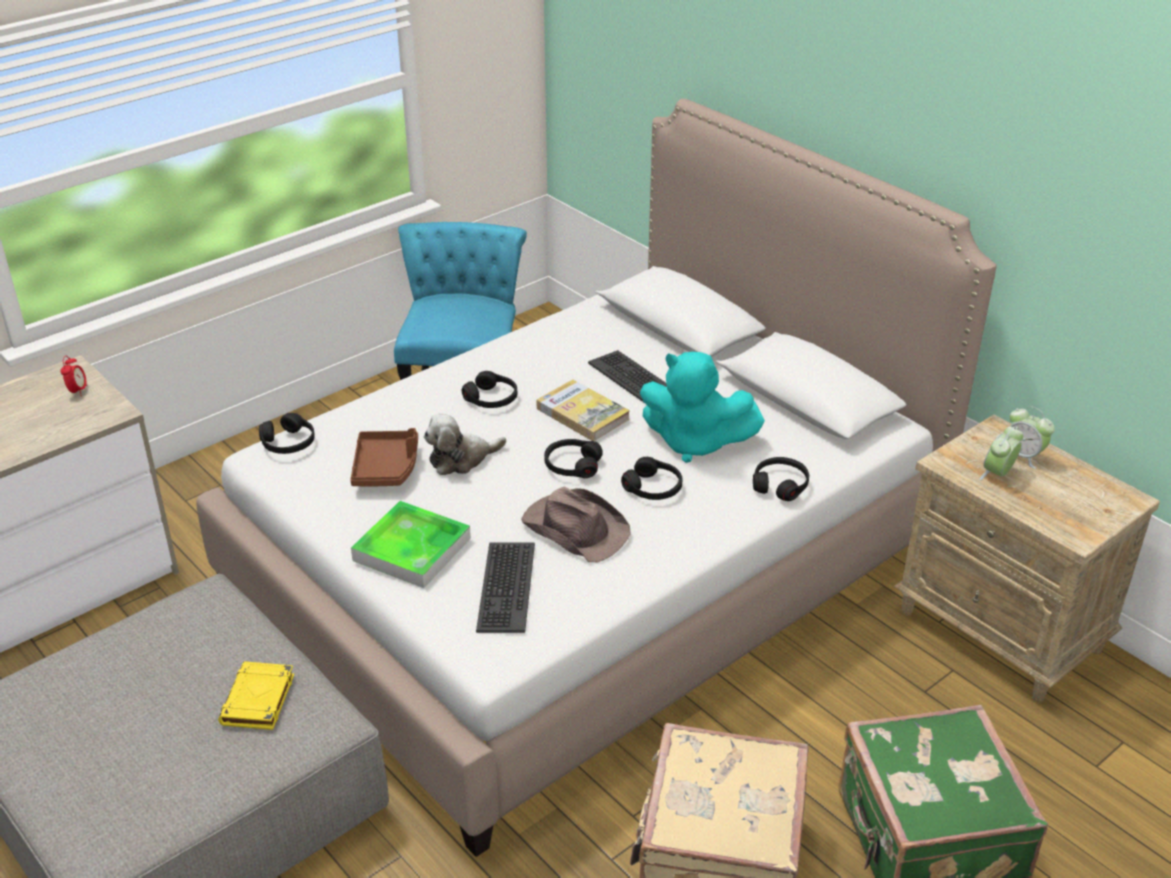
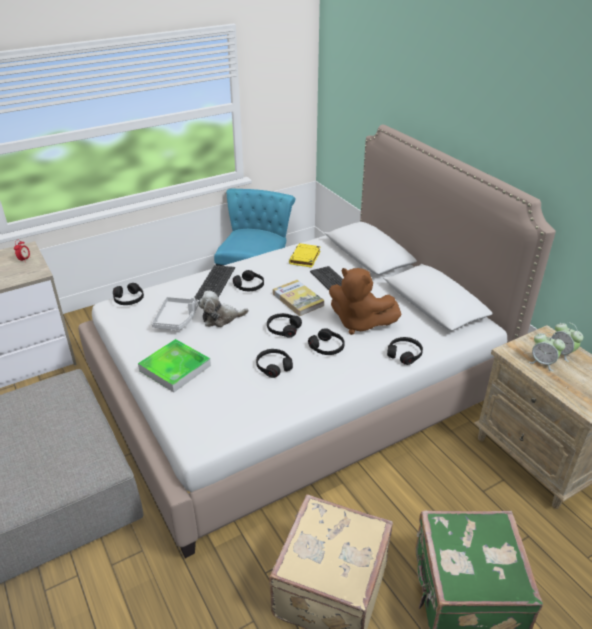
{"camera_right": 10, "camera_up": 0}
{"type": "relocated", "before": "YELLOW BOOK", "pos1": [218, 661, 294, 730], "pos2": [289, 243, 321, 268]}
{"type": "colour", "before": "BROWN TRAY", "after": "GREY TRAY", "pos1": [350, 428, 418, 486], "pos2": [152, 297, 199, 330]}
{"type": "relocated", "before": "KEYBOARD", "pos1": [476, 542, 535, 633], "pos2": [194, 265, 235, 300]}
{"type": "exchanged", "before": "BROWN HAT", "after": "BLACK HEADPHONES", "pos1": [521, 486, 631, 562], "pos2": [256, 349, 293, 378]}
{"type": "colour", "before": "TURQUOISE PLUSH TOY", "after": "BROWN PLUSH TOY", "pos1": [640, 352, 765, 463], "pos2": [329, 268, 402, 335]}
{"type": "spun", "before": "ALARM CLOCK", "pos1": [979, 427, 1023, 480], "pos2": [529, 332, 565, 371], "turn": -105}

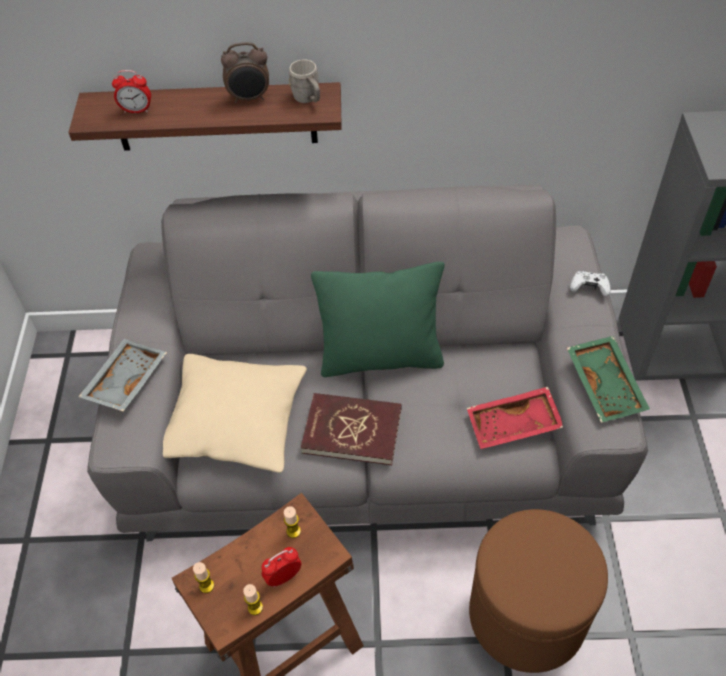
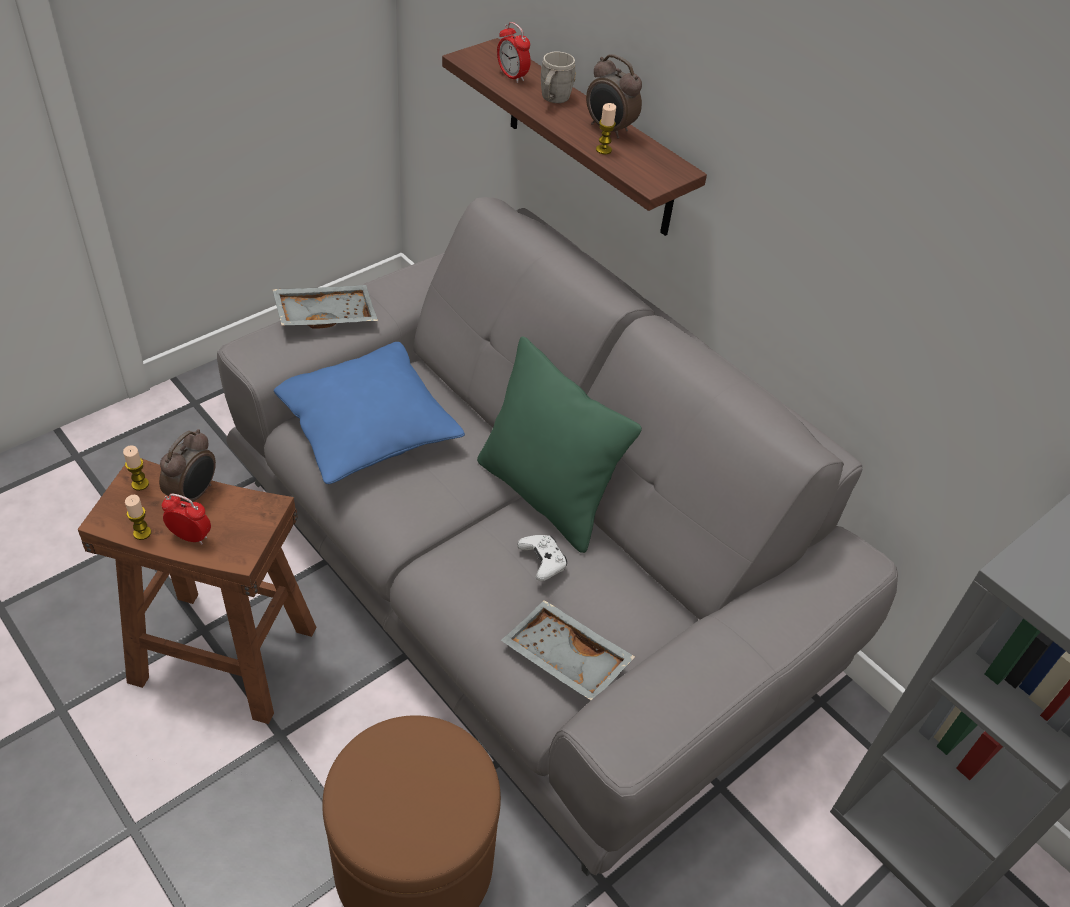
{"camera_right": 45, "camera_up": -5}
{"type": "colour", "before": "BEIGE PILLOW", "after": "BLUE PILLOW", "pos1": [163, 354, 307, 473], "pos2": [274, 342, 465, 484]}
{"type": "relocated", "before": "CANDLE", "pos1": [284, 506, 301, 538], "pos2": [596, 103, 616, 154]}
{"type": "relocated", "before": "GREY MUG", "pos1": [288, 59, 320, 103], "pos2": [541, 52, 576, 103]}
{"type": "missing", "before": "RED BOOK", "pos1": [301, 393, 401, 465]}
{"type": "colour", "before": "RED TRAY", "after": "GREY TRAY", "pos1": [467, 387, 563, 449], "pos2": [501, 600, 635, 700]}
{"type": "missing", "before": "GREEN TRAY", "pos1": [567, 336, 650, 423]}
{"type": "relocated", "before": "WHITE GAME CONTROLLER", "pos1": [570, 271, 611, 297], "pos2": [517, 535, 567, 581]}
{"type": "appeared", "after": "ALARM CLOCK", "pos2": [159, 429, 216, 503]}

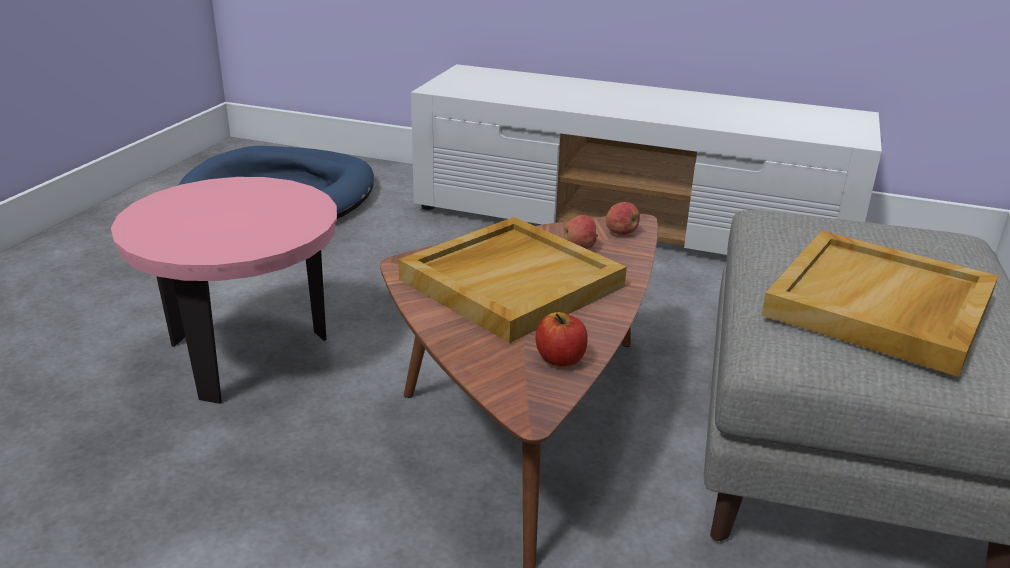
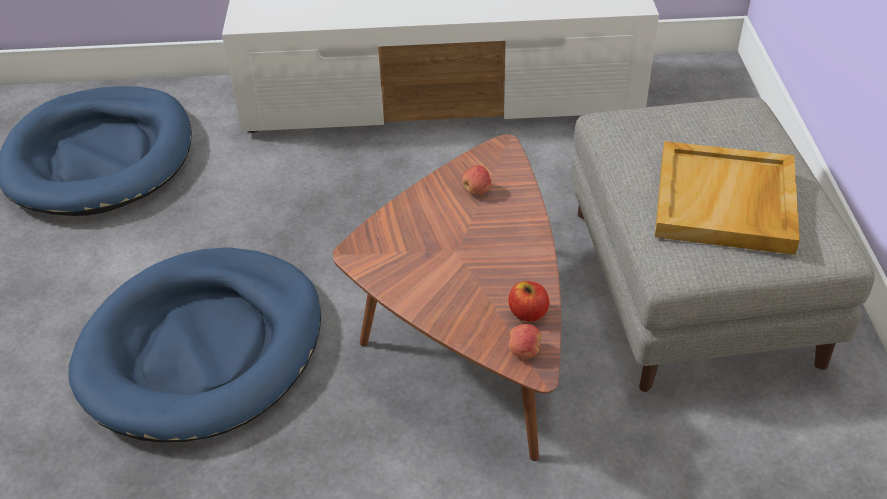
{"camera_right": -20, "camera_up": 15}
{"type": "exchanged", "before": "PINK SIDE TABLE", "after": "BLUE DOG BED", "pos1": [111, 177, 337, 404], "pos2": [69, 247, 321, 442]}
{"type": "missing", "before": "BEIGE TRAY", "pos1": [398, 217, 627, 343]}
{"type": "relocated", "before": "APPLE", "pos1": [606, 202, 640, 235], "pos2": [509, 324, 541, 359]}

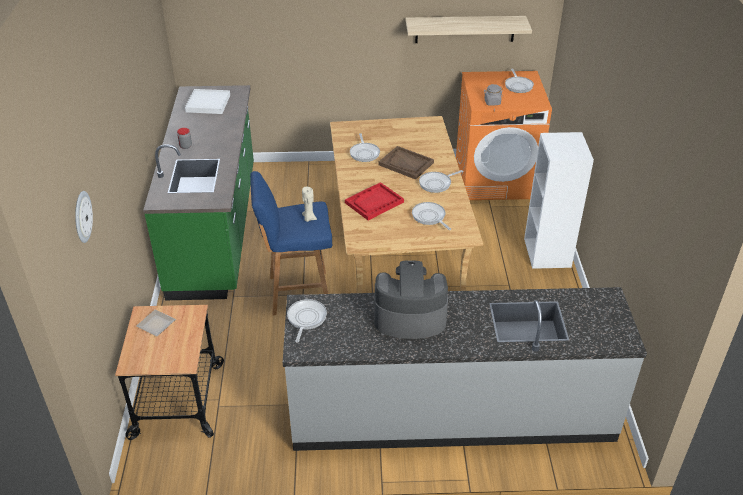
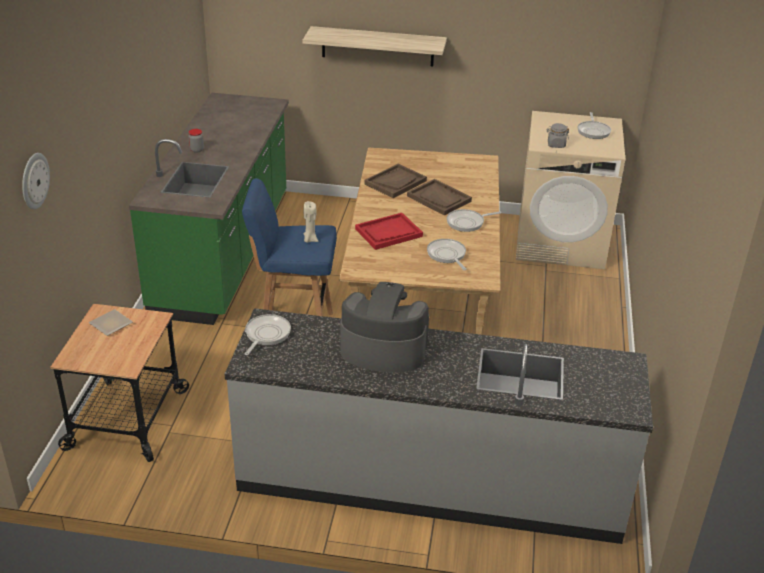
{"camera_right": 10, "camera_up": -5}
{"type": "missing", "before": "WHITE TRAY", "pos1": [185, 89, 230, 114]}
{"type": "exchanged", "before": "FRYING PAN", "after": "BROWN TRAY", "pos1": [350, 133, 380, 162], "pos2": [364, 164, 427, 198]}
{"type": "relocated", "before": "SHELF", "pos1": [406, 16, 532, 43], "pos2": [302, 26, 447, 66]}
{"type": "colour", "before": "ORANGE WASHING MACHINE", "after": "BEIGE WASHING MACHINE", "pos1": [456, 71, 552, 200], "pos2": [516, 111, 625, 269]}
{"type": "missing", "before": "WHITE BOOKCASE", "pos1": [524, 132, 594, 269]}

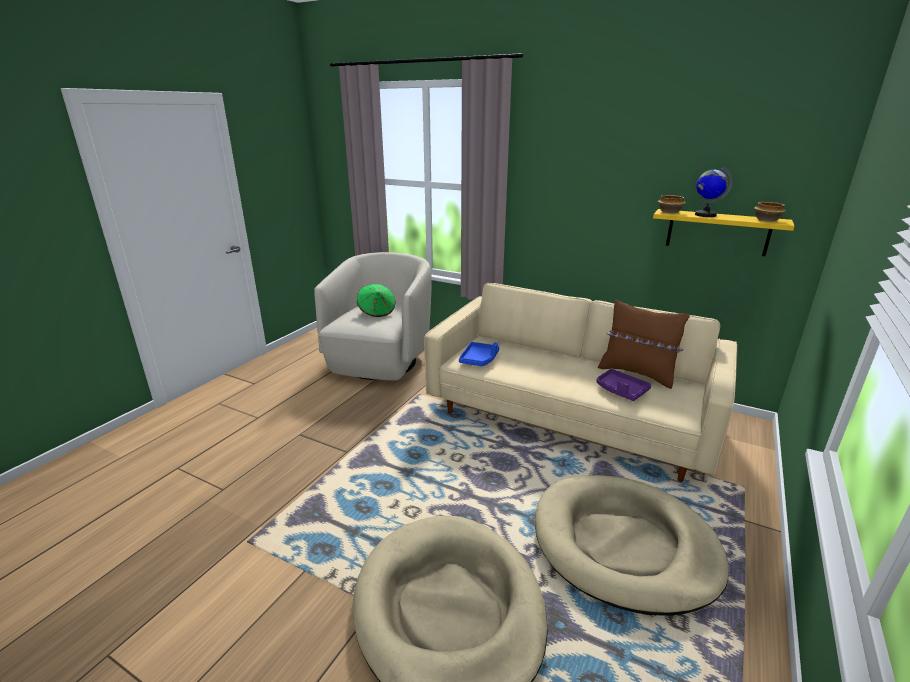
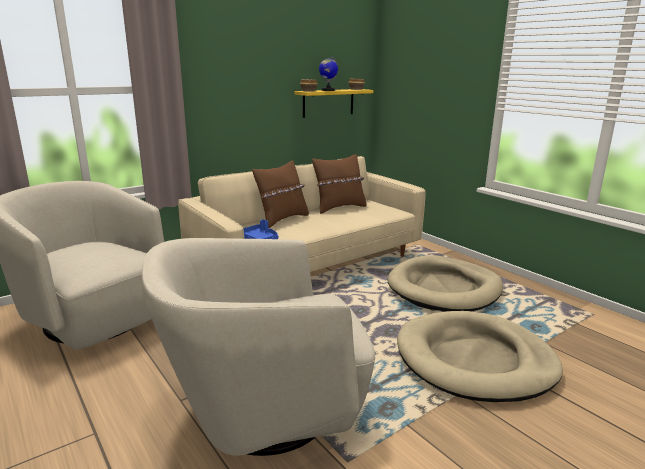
{"camera_right": -65, "camera_up": -5}
{"type": "missing", "before": "GREEN HAT", "pos1": [357, 284, 396, 317]}
{"type": "missing", "before": "PURPLE TRAY", "pos1": [596, 369, 651, 401]}
{"type": "appeared", "after": "BEIGE ARMCHAIR", "pos2": [142, 238, 375, 456]}
{"type": "appeared", "after": "BROWN PILLOW", "pos2": [252, 160, 309, 228]}

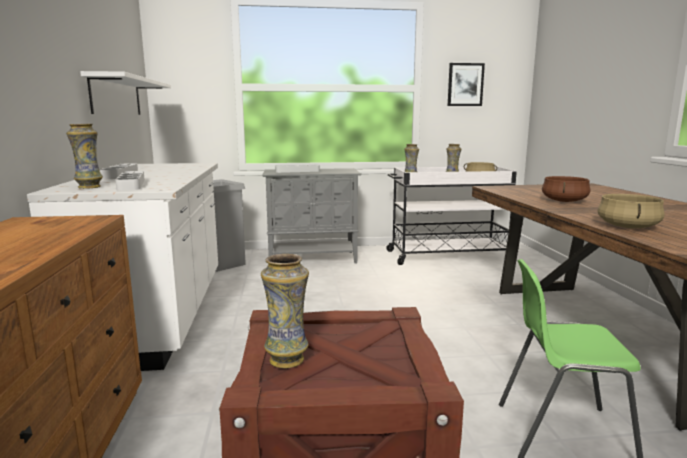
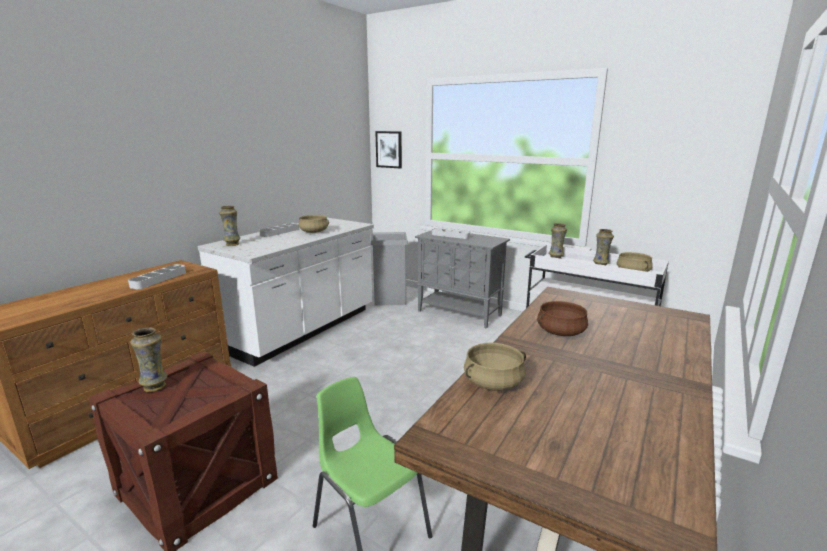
{"camera_right": 40, "camera_up": 5}
{"type": "missing", "before": "WHITE SHELF", "pos1": [80, 71, 171, 115]}
{"type": "relocated", "before": "GREY TRAY", "pos1": [115, 171, 145, 191], "pos2": [128, 264, 186, 289]}
{"type": "relocated", "before": "PICTURE", "pos1": [448, 63, 485, 106], "pos2": [375, 131, 402, 169]}
{"type": "appeared", "after": "BEIGE COOKING POT", "pos2": [298, 215, 329, 233]}

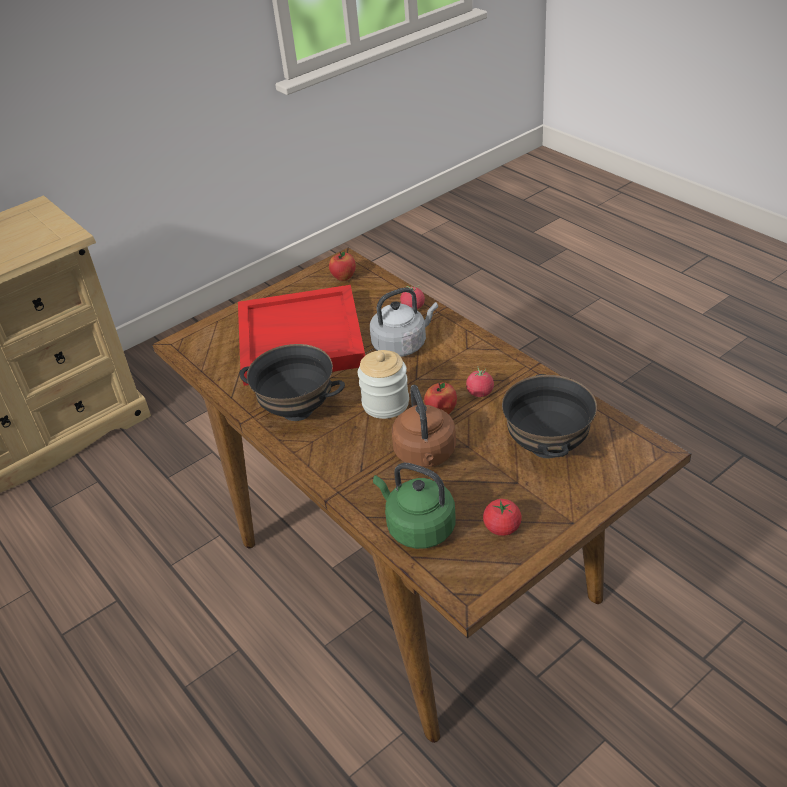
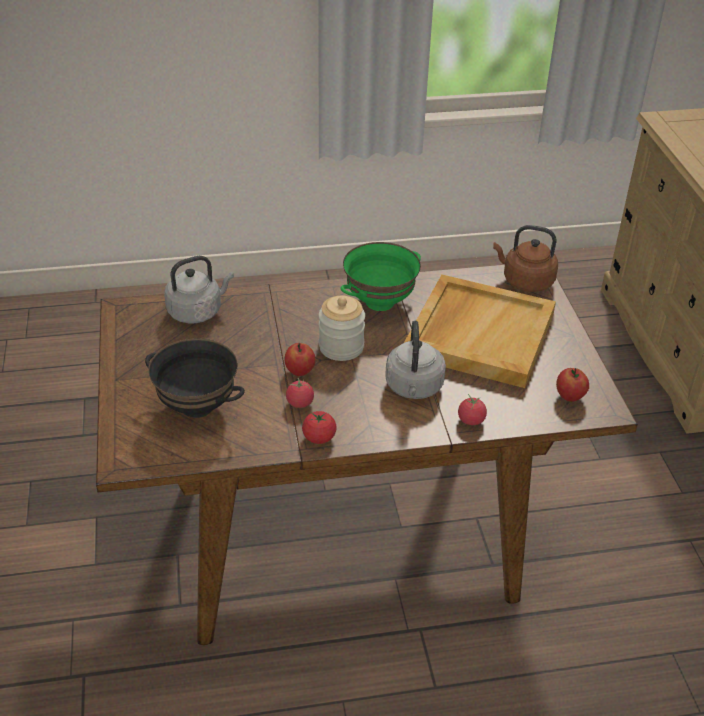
{"camera_right": 115, "camera_up": 0}
{"type": "colour", "before": "RED TRAY", "after": "BEIGE TRAY", "pos1": [238, 285, 365, 386], "pos2": [404, 275, 556, 388]}
{"type": "colour", "before": "BLACK BOWL", "after": "GREEN BOWL", "pos1": [239, 344, 345, 421], "pos2": [340, 242, 421, 311]}
{"type": "colour", "before": "GREEN KETTLE", "after": "GREY KETTLE", "pos1": [373, 463, 456, 549], "pos2": [164, 256, 234, 323]}
{"type": "relocated", "before": "BROWN KETTLE", "pos1": [392, 385, 456, 468], "pos2": [493, 225, 558, 292]}
{"type": "relocated", "before": "TOMATO", "pos1": [483, 499, 522, 536], "pos2": [302, 411, 337, 444]}

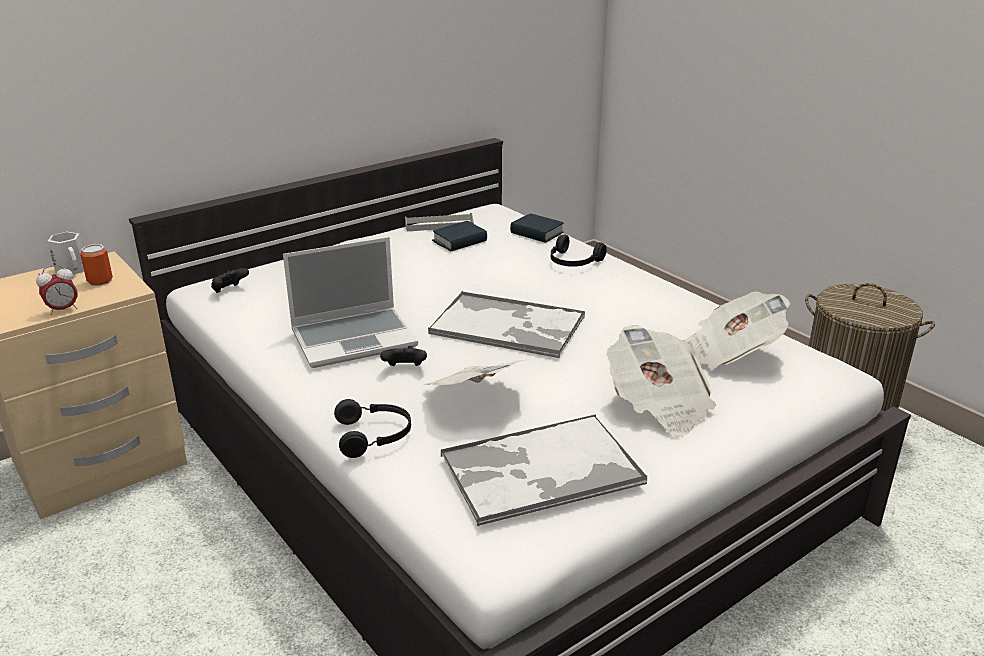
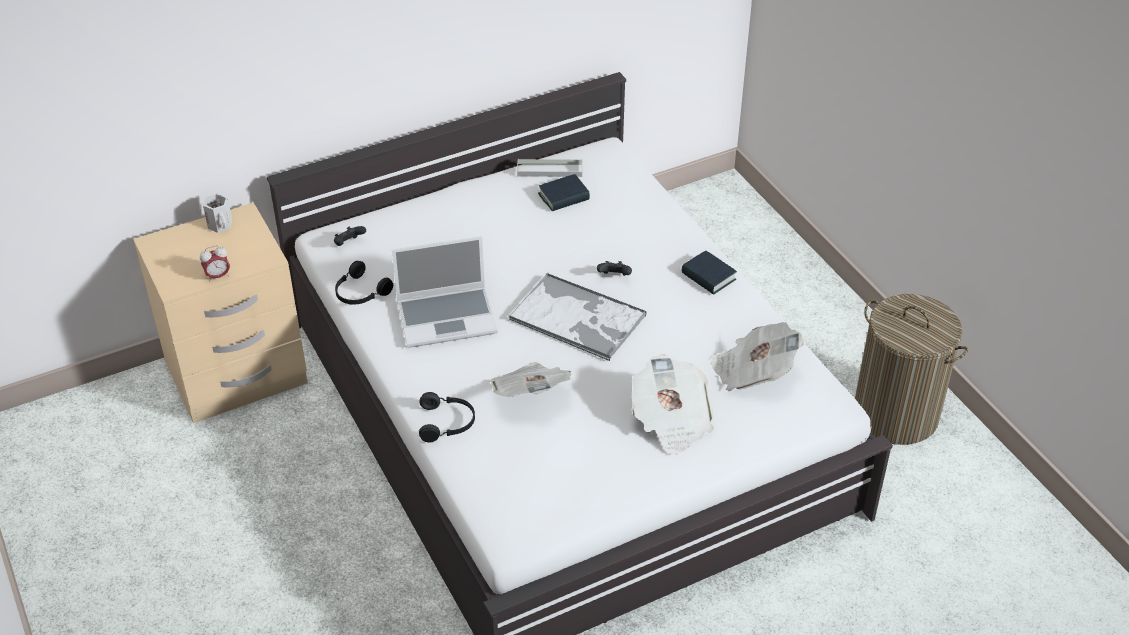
{"camera_right": 10, "camera_up": 15}
{"type": "missing", "before": "CAN", "pos1": [80, 244, 113, 286]}
{"type": "relocated", "before": "BLACK GAME CONTROLLER", "pos1": [380, 346, 427, 366], "pos2": [597, 261, 632, 276]}
{"type": "missing", "before": "TRAY", "pos1": [441, 414, 647, 526]}
{"type": "relocated", "before": "BOOK", "pos1": [510, 213, 564, 243], "pos2": [682, 251, 737, 295]}
{"type": "relocated", "before": "BLACK HEADPHONES", "pos1": [551, 234, 607, 267], "pos2": [335, 261, 393, 305]}

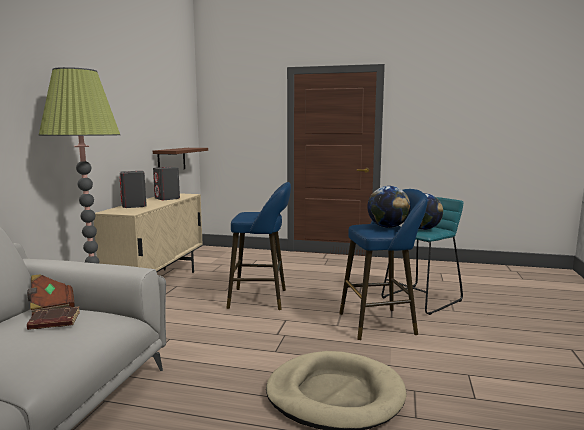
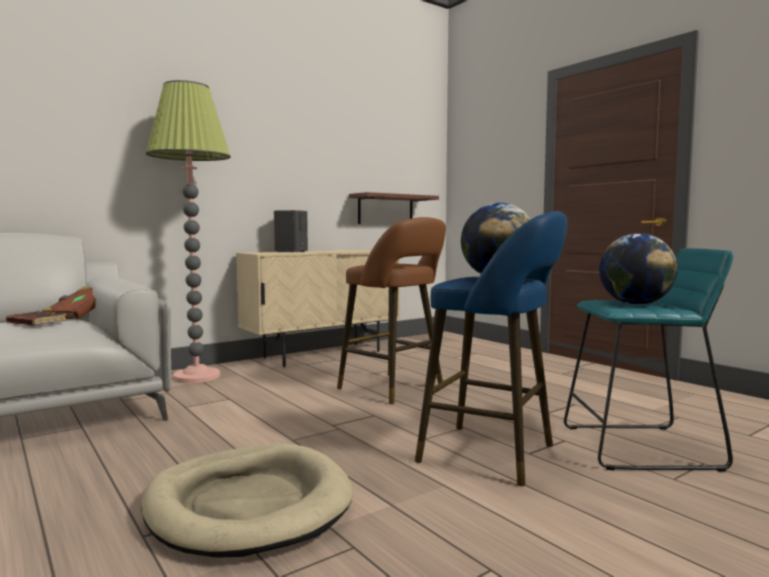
{"camera_right": 40, "camera_up": -5}
{"type": "missing", "before": "GREY SPEAKER", "pos1": [153, 167, 180, 200]}
{"type": "colour", "before": "BLUE STOOL", "after": "BROWN STOOL", "pos1": [226, 182, 291, 310], "pos2": [337, 217, 446, 404]}

